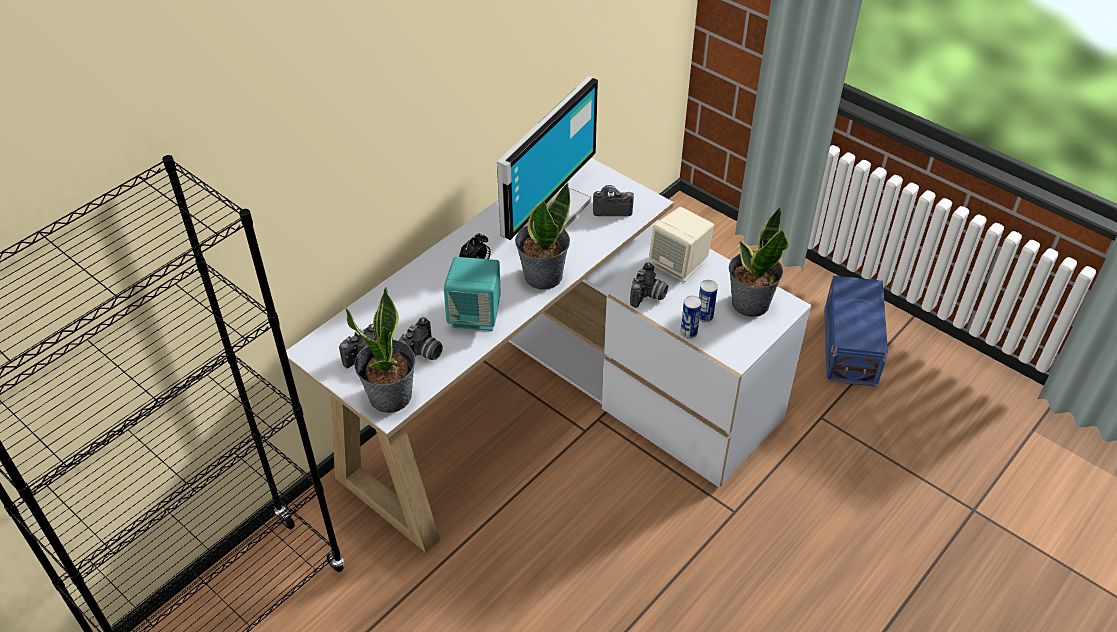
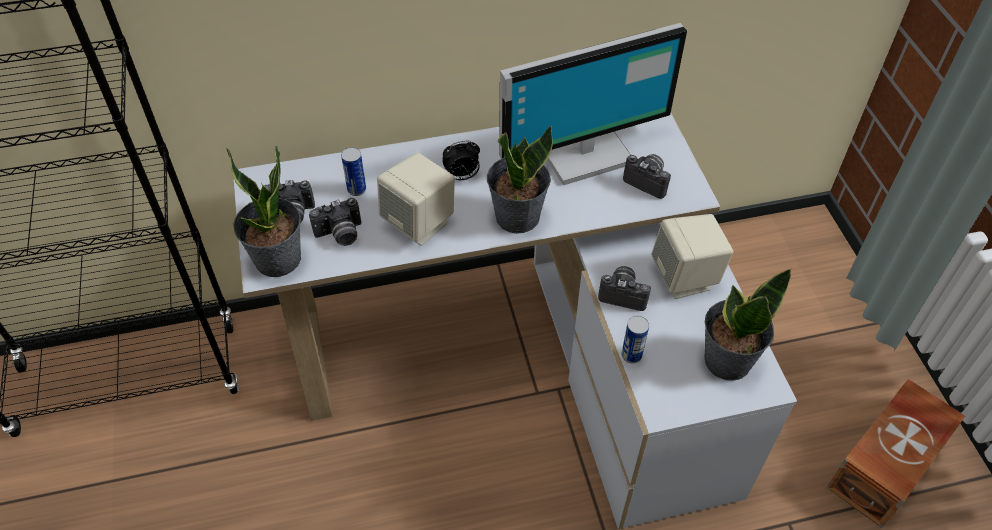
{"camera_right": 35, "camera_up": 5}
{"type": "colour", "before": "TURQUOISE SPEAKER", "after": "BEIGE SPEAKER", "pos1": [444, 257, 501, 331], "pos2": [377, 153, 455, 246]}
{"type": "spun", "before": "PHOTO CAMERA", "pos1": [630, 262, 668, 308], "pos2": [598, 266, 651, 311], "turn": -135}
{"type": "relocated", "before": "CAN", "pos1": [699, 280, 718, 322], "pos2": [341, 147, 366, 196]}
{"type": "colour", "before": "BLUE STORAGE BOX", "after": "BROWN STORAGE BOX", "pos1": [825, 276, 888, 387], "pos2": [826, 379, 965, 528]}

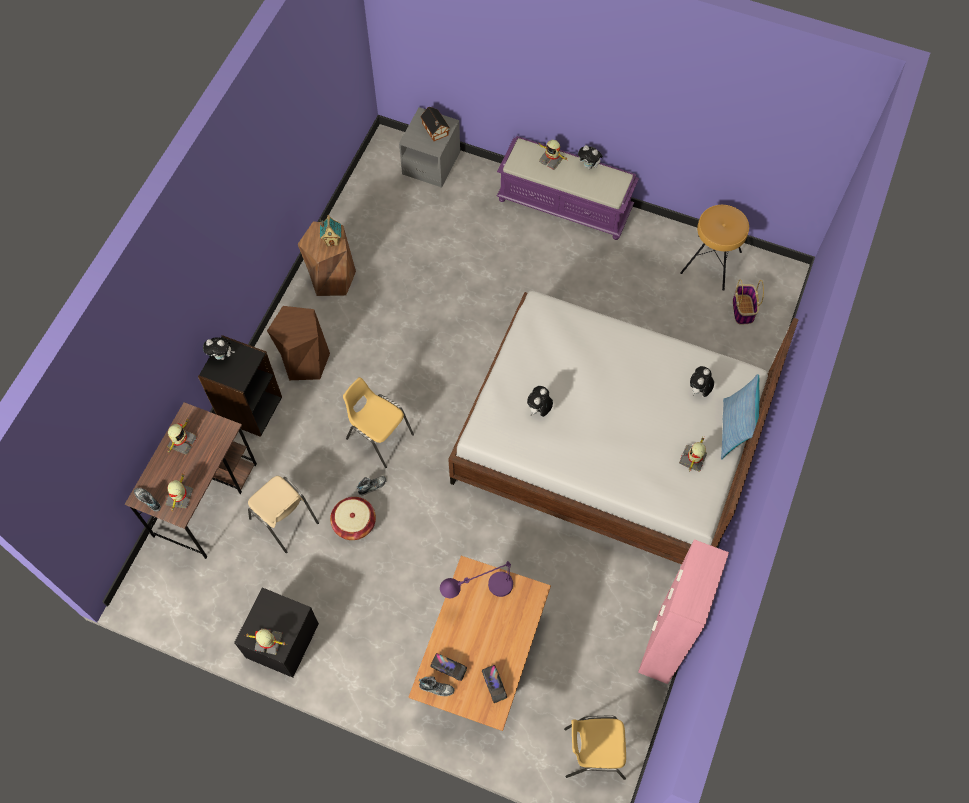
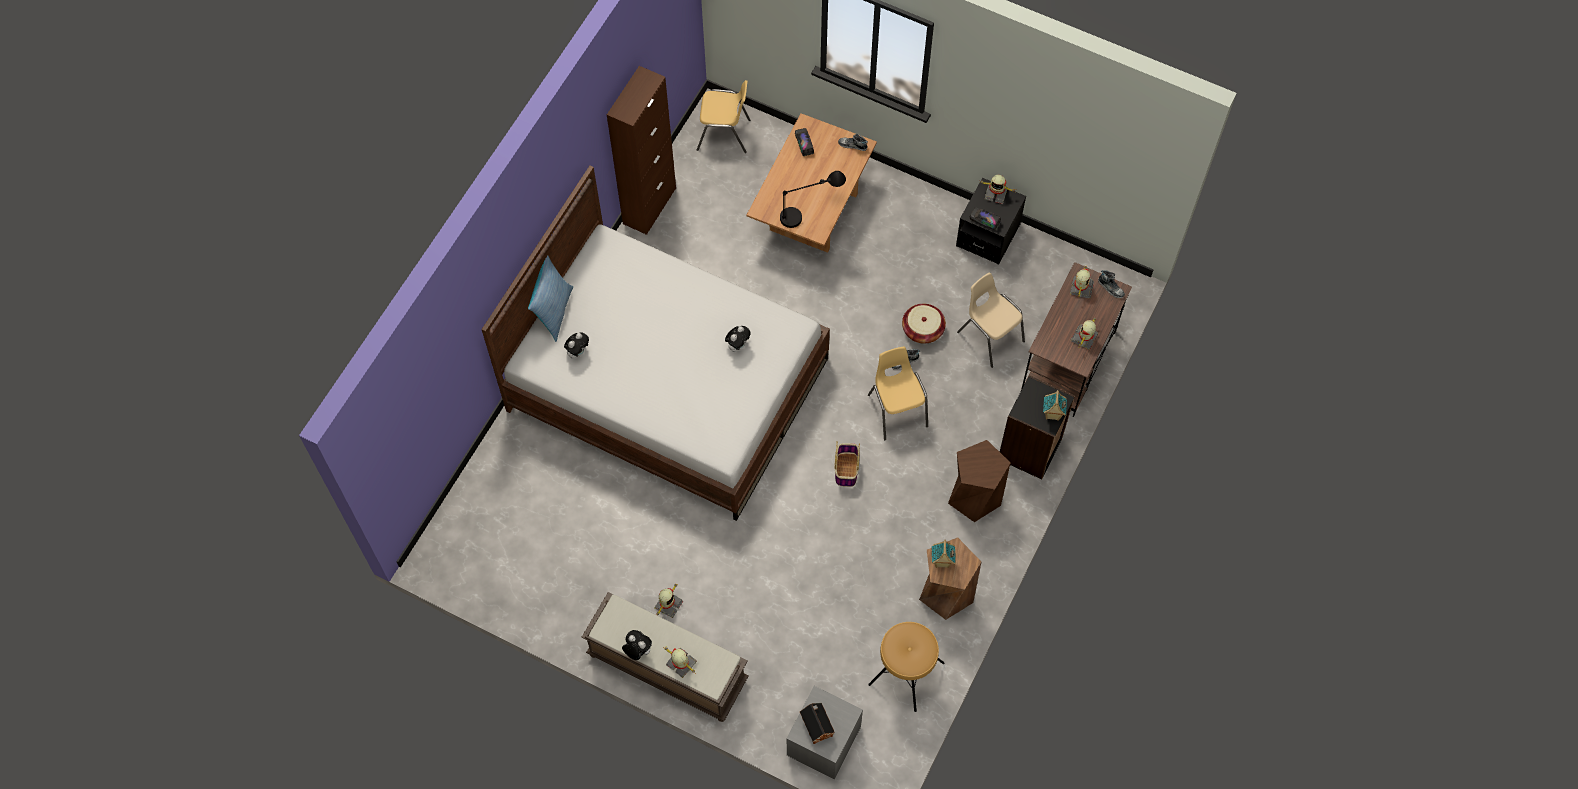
{"camera_right": -175, "camera_up": 0}
{"type": "exchanged", "before": "PLUSH TOY", "after": "TOY HOUSE", "pos1": [203, 337, 235, 360], "pos2": [1043, 390, 1067, 421]}
{"type": "spun", "before": "YELLOW CHAIR", "pos1": [343, 377, 414, 468], "pos2": [868, 346, 928, 440], "turn": -150}
{"type": "relocated", "before": "TOY TRUCK", "pos1": [430, 653, 467, 681], "pos2": [969, 208, 1001, 231]}
{"type": "colour", "before": "PURPLE TABLE LAMP", "after": "BLACK TABLE LAMP", "pos1": [440, 561, 513, 598], "pos2": [780, 171, 846, 228]}
{"type": "colour", "before": "PURPLE BENCH", "after": "BROWN BENCH", "pos1": [497, 136, 639, 240], "pos2": [582, 592, 748, 722]}
{"type": "colour", "before": "PINK CABINET", "after": "BROWN CABINET", "pos1": [638, 539, 729, 684], "pos2": [607, 66, 676, 235]}
{"type": "relocated", "before": "TOY ROBOT", "pos1": [679, 436, 707, 472], "pos2": [654, 584, 683, 618]}
{"type": "relocated", "before": "BROWN STOOL", "pos1": [680, 205, 749, 291], "pos2": [868, 622, 945, 712]}
{"type": "relocated", "before": "BASKET", "pos1": [733, 279, 764, 325], "pos2": [834, 441, 860, 487]}

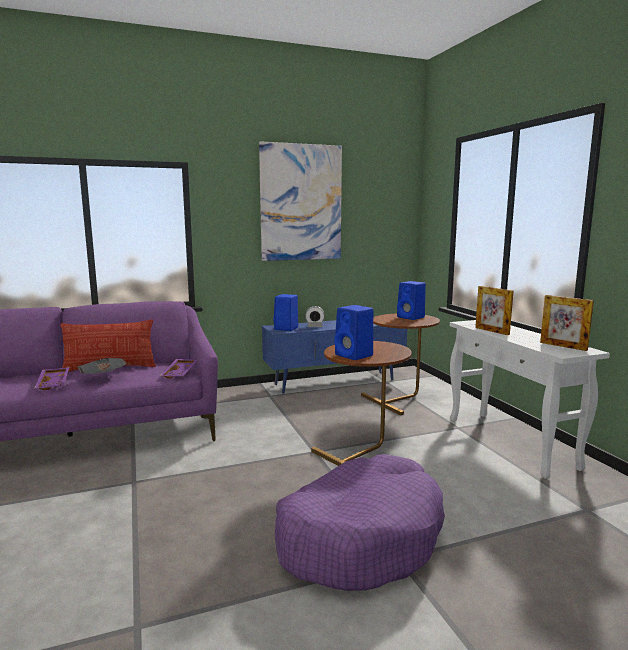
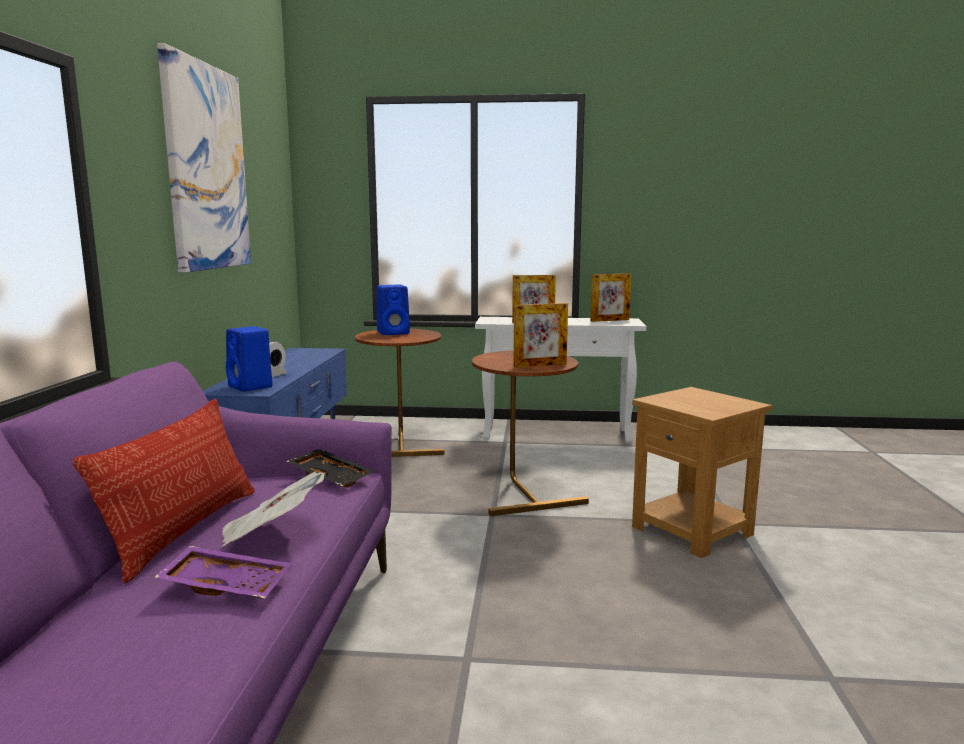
{"camera_right": -65, "camera_up": 0}
{"type": "colour", "before": "PURPLE TRAY", "after": "BLACK TRAY", "pos1": [160, 359, 197, 379], "pos2": [286, 449, 375, 487]}
{"type": "exchanged", "before": "PURPLE DOG BED", "after": "BROWN SIDE TABLE", "pos1": [275, 454, 445, 591], "pos2": [632, 387, 772, 558]}
{"type": "exchanged", "before": "BLUE SPEAKER", "after": "PICTURE FRAME", "pos1": [334, 305, 374, 360], "pos2": [513, 303, 568, 368]}

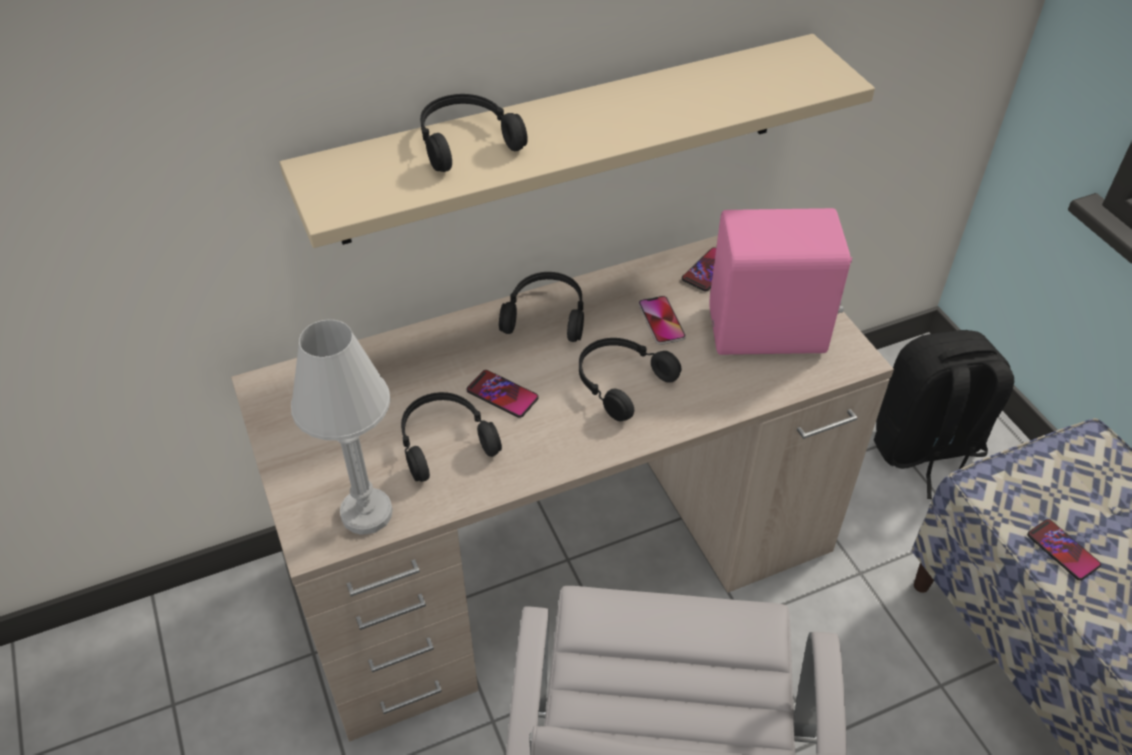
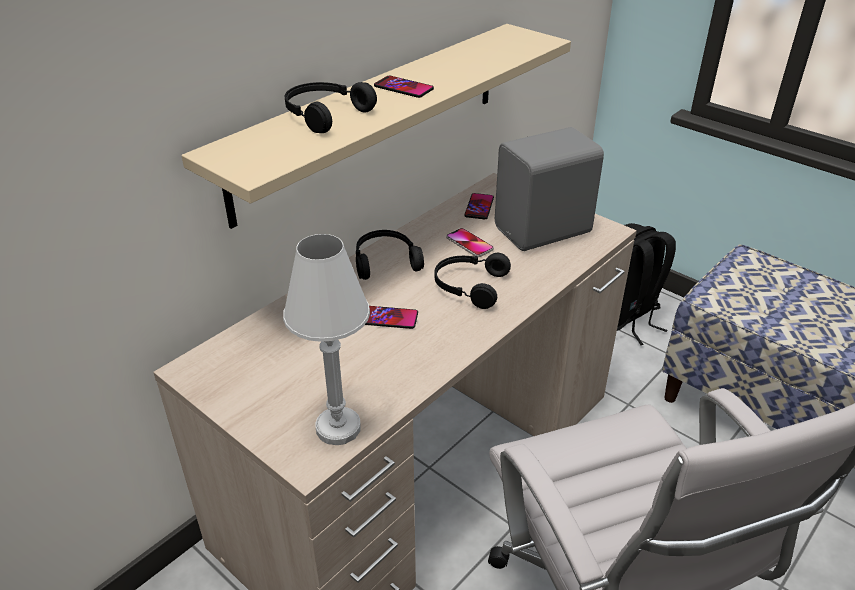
{"camera_right": -25, "camera_up": -10}
{"type": "missing", "before": "BLACK HEADPHONES", "pos1": [401, 392, 502, 482]}
{"type": "colour", "before": "PINK SPEAKER", "after": "GREY SPEAKER", "pos1": [710, 208, 852, 355], "pos2": [495, 127, 604, 251]}
{"type": "relocated", "before": "PHONE", "pos1": [1027, 519, 1101, 581], "pos2": [374, 76, 434, 98]}

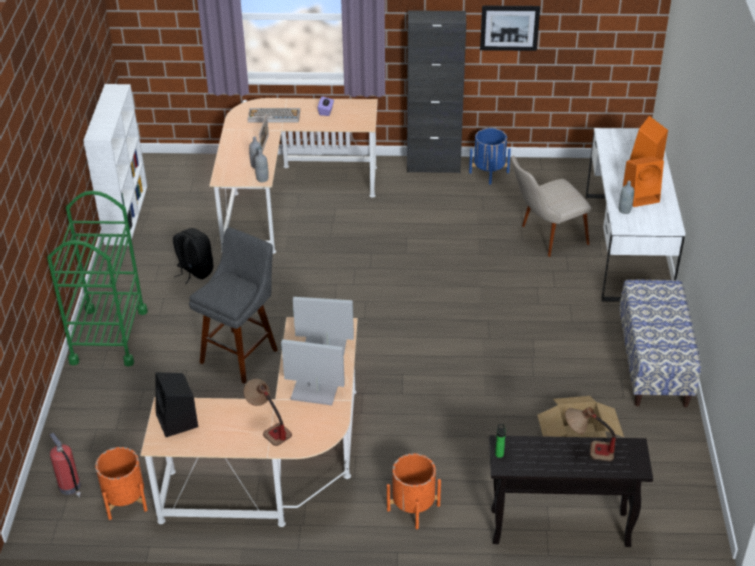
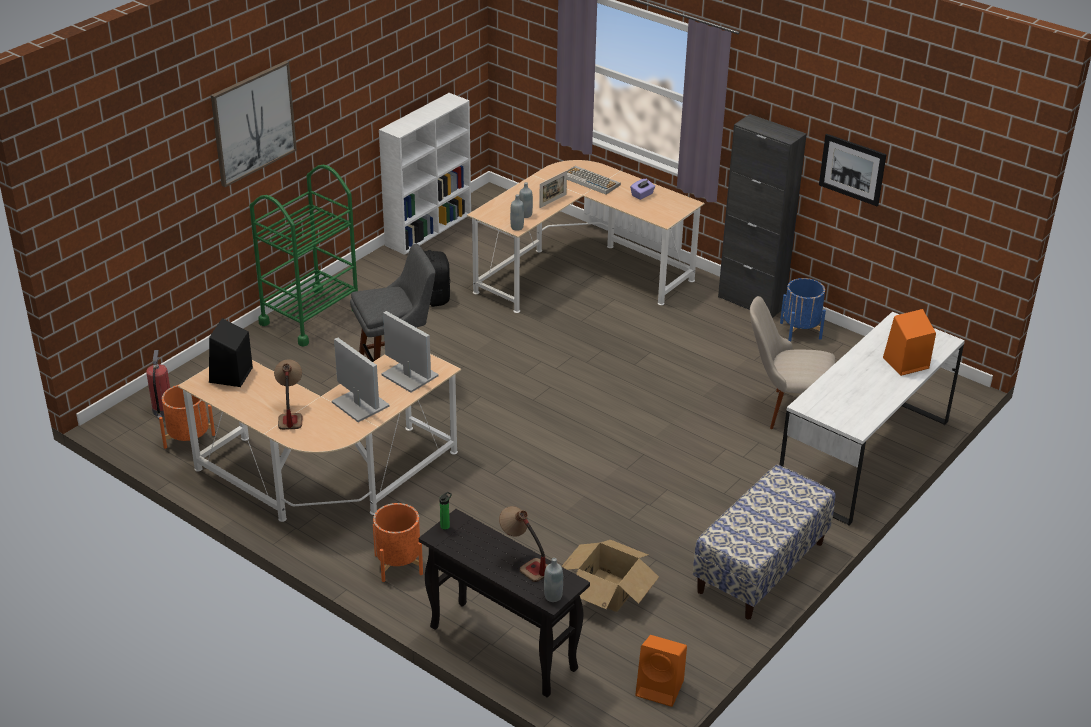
{"camera_right": 35, "camera_up": -5}
{"type": "relocated", "before": "GREY BOTTLE", "pos1": [619, 181, 634, 214], "pos2": [544, 558, 563, 602]}
{"type": "relocated", "before": "ORANGE SPEAKER", "pos1": [623, 156, 664, 207], "pos2": [635, 635, 687, 707]}
{"type": "appeared", "after": "PICTURE", "pos2": [211, 61, 297, 187]}

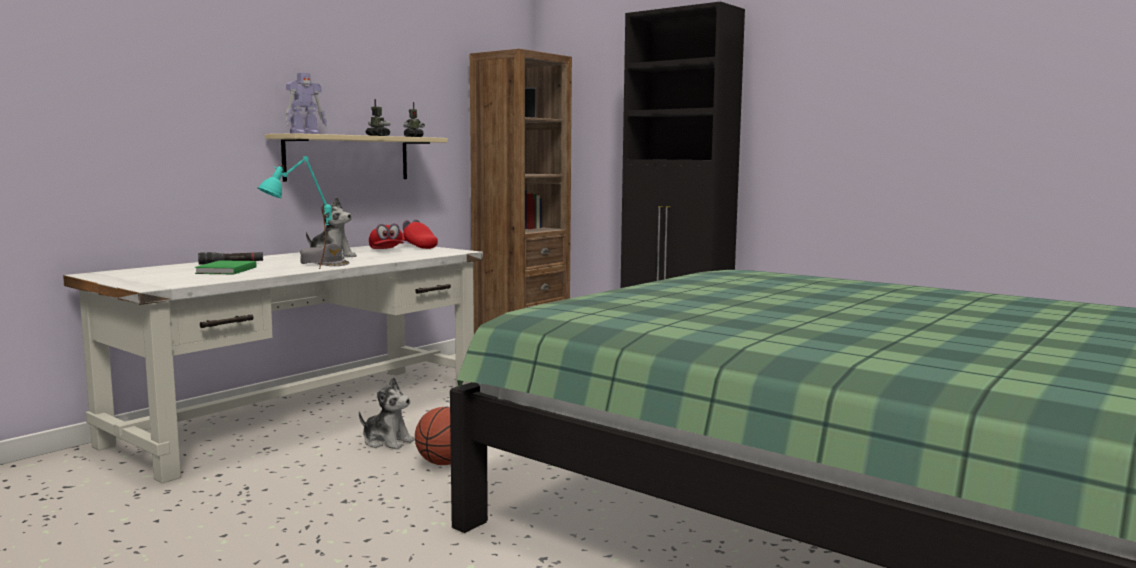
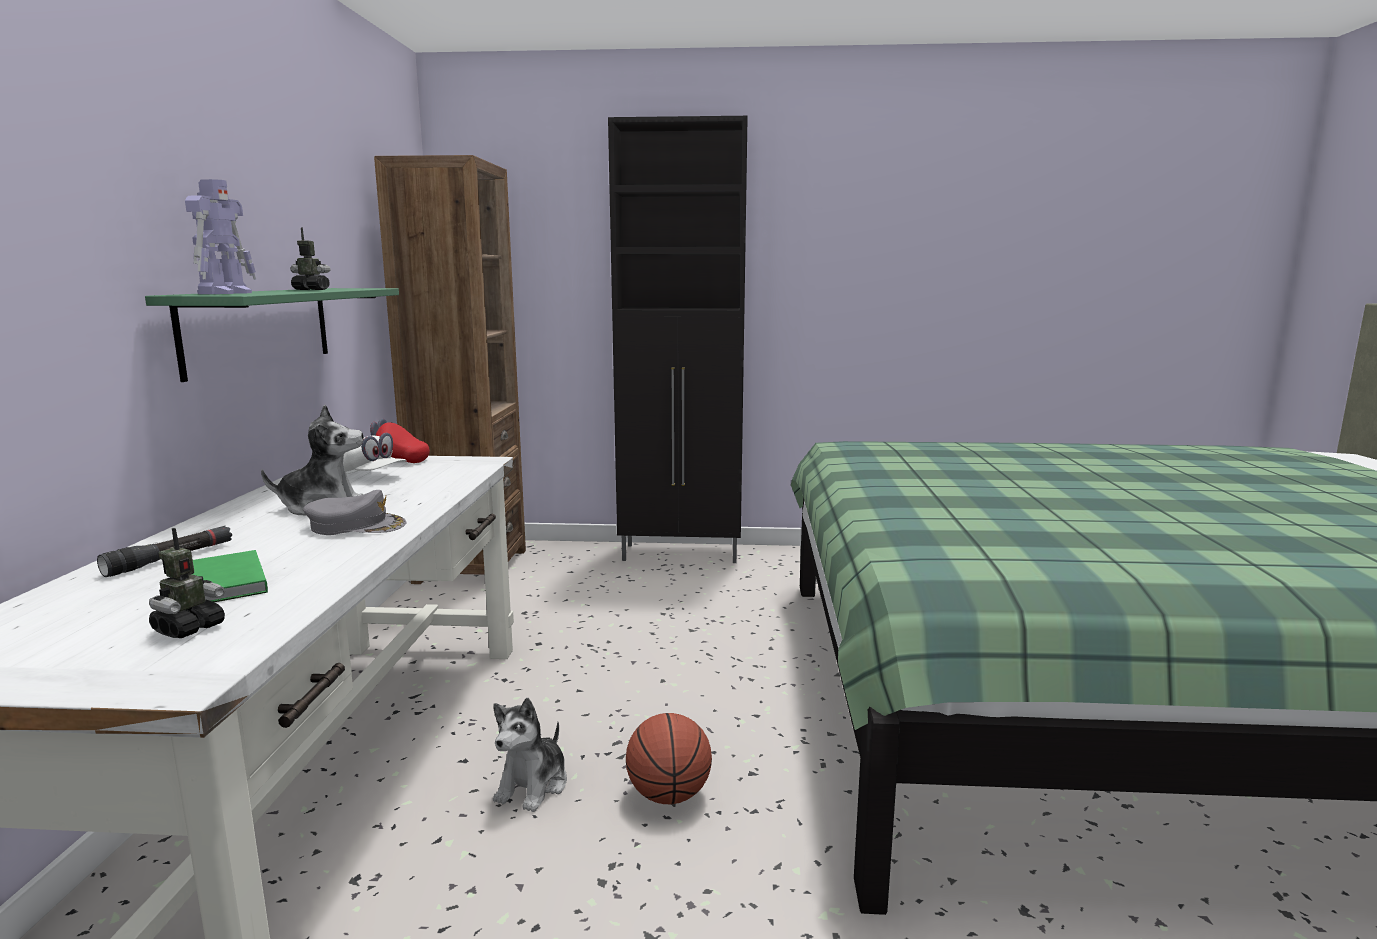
{"camera_right": -35, "camera_up": 5}
{"type": "missing", "before": "TURQUOISE TABLE LAMP", "pos1": [258, 156, 332, 269]}
{"type": "colour", "before": "BEIGE SHELF", "after": "GREEN SHELF", "pos1": [265, 133, 448, 182], "pos2": [145, 288, 399, 382]}
{"type": "spun", "before": "PLUSH TOY", "pos1": [359, 377, 415, 449], "pos2": [493, 698, 567, 812], "turn": 120}
{"type": "colour", "before": "RED CAP", "after": "WHITE CAP", "pos1": [369, 223, 404, 249], "pos2": [343, 433, 407, 474]}
{"type": "relocated", "before": "TOY ROBOT", "pos1": [403, 102, 425, 137], "pos2": [149, 528, 225, 638]}

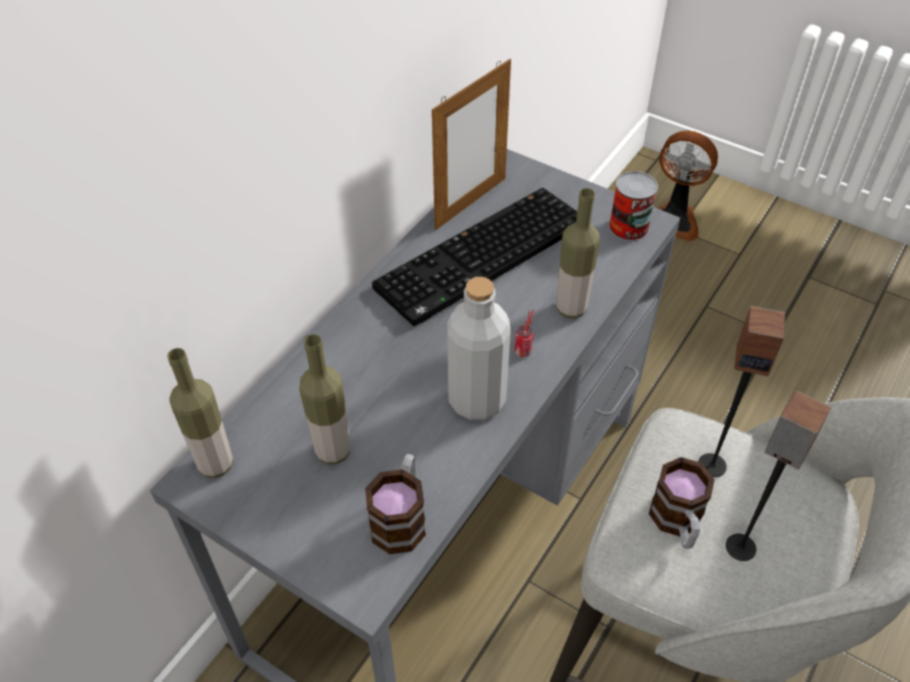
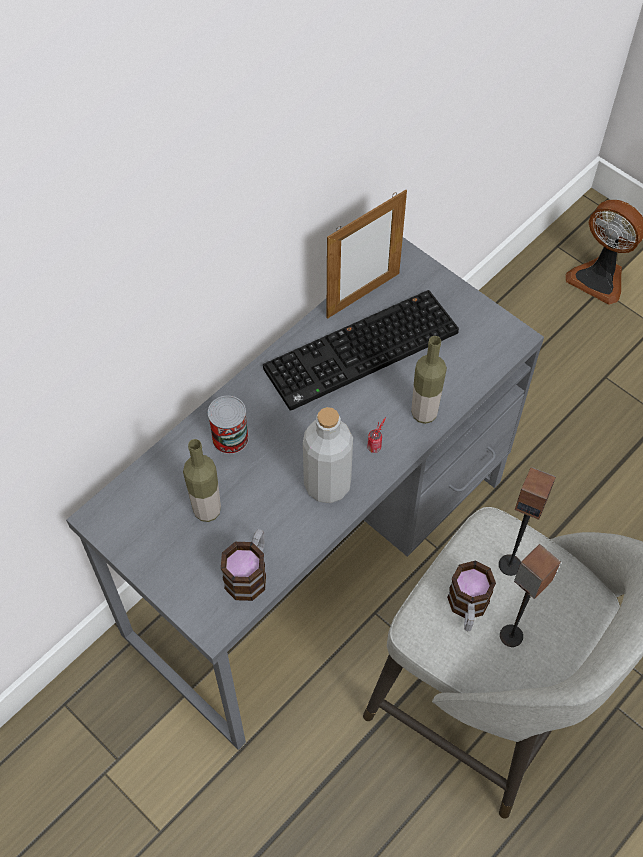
{"camera_right": 10, "camera_up": 10}
{"type": "missing", "before": "BOTTLE", "pos1": [167, 348, 233, 478]}
{"type": "relocated", "before": "CAN", "pos1": [609, 171, 658, 241], "pos2": [208, 395, 249, 454]}

